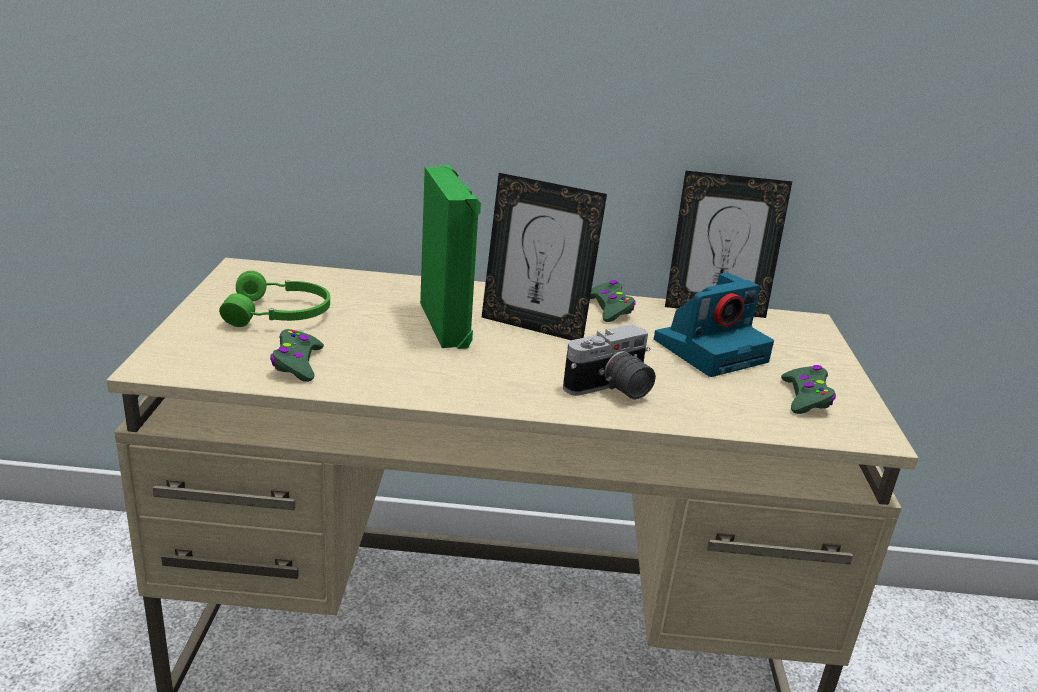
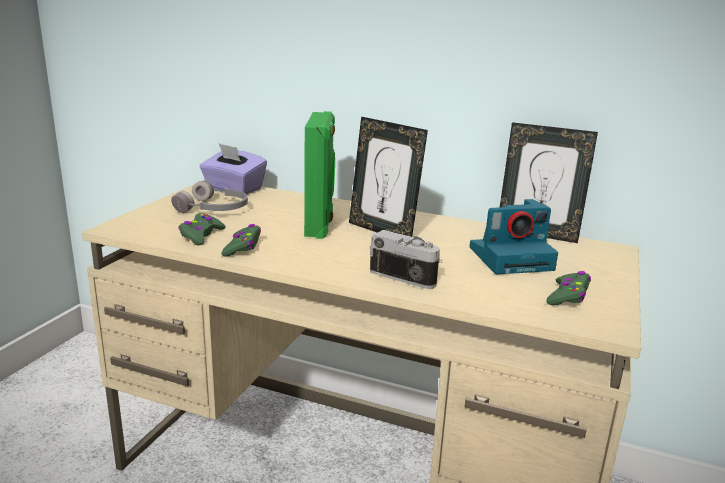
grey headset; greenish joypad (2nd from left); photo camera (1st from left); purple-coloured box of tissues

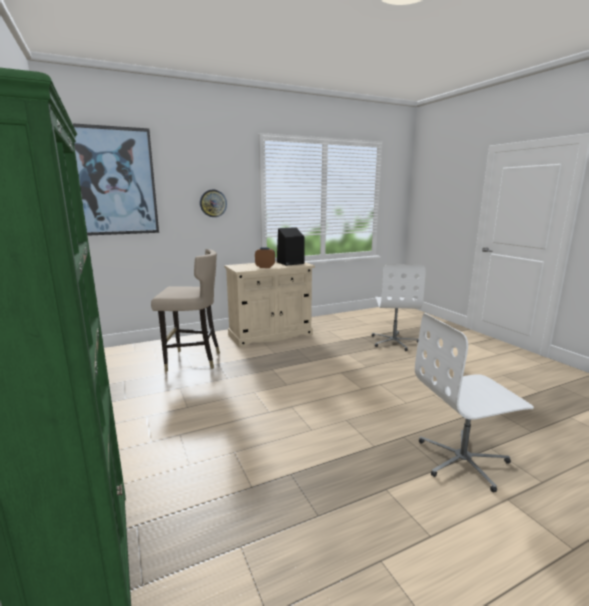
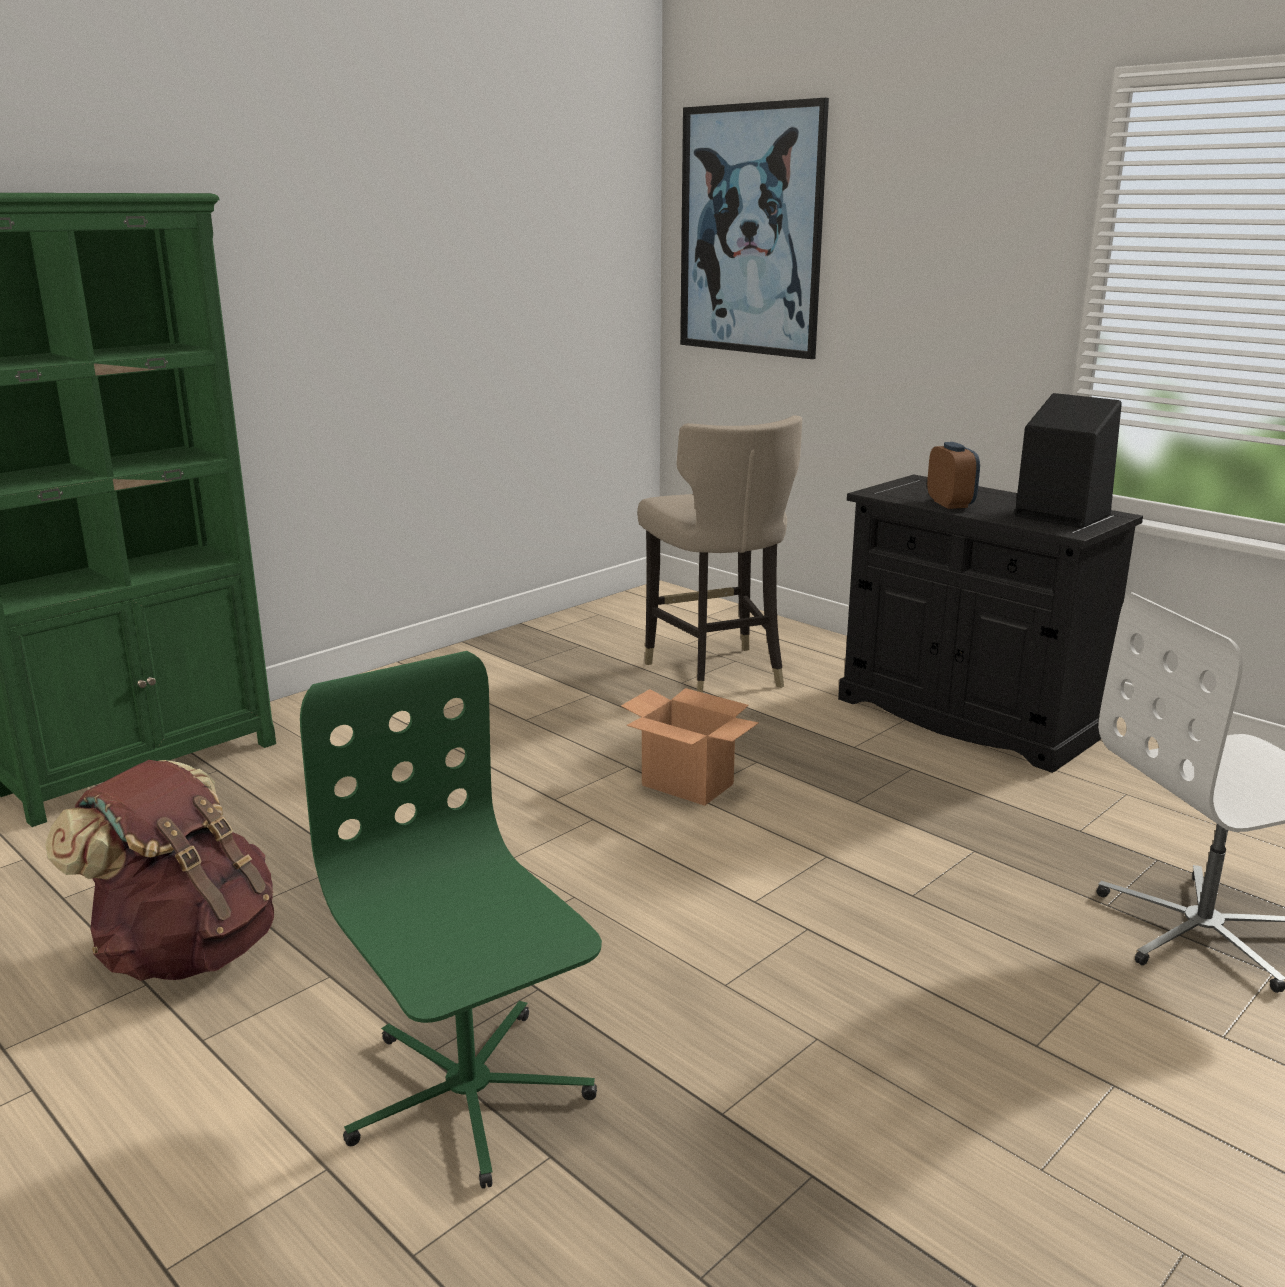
clock on the wall; blackish cabinet; greenish computer chair; cardboard box; brownish backpack

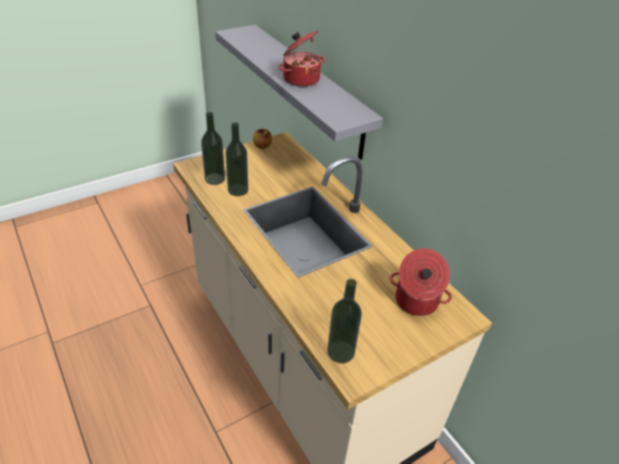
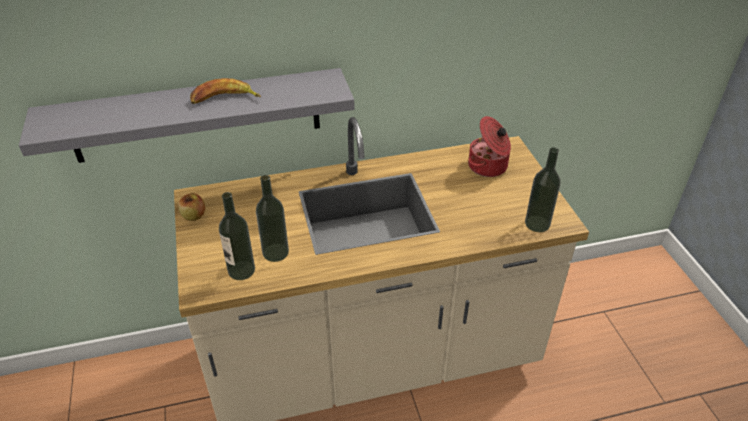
whole banana

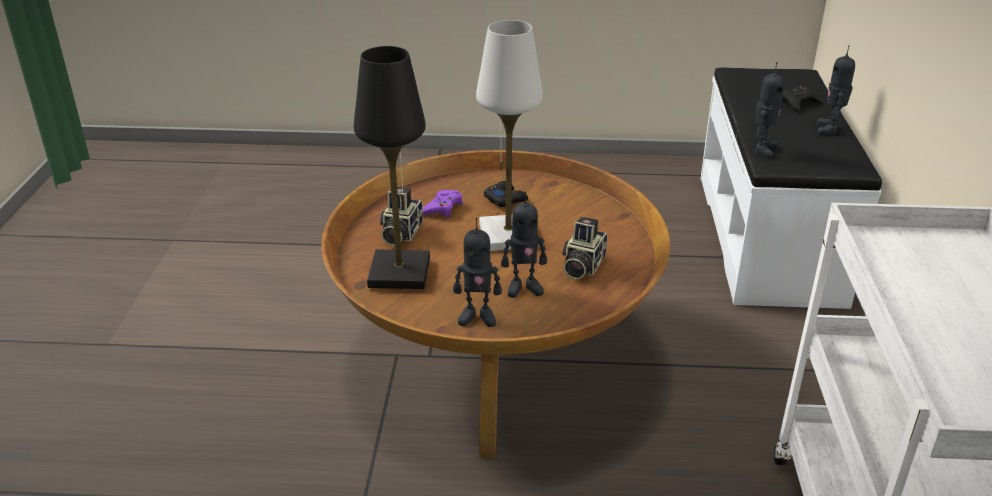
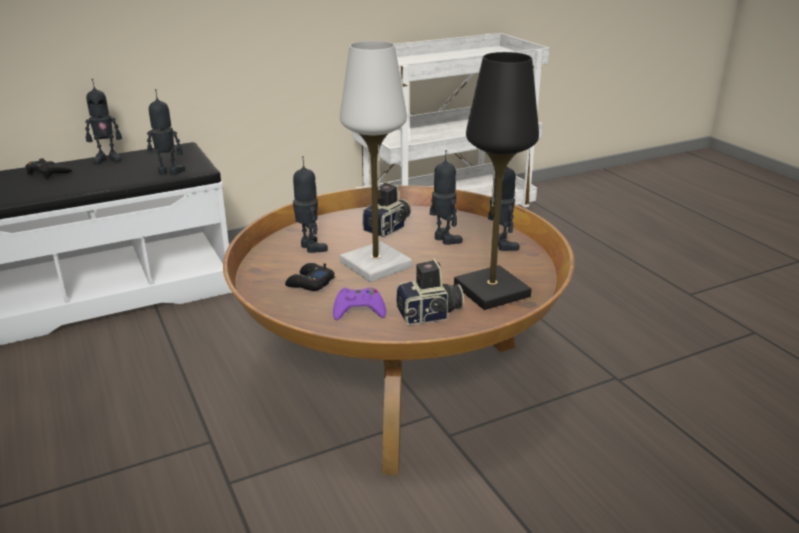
photo camera (1st from left); robot figure (3rd from left)

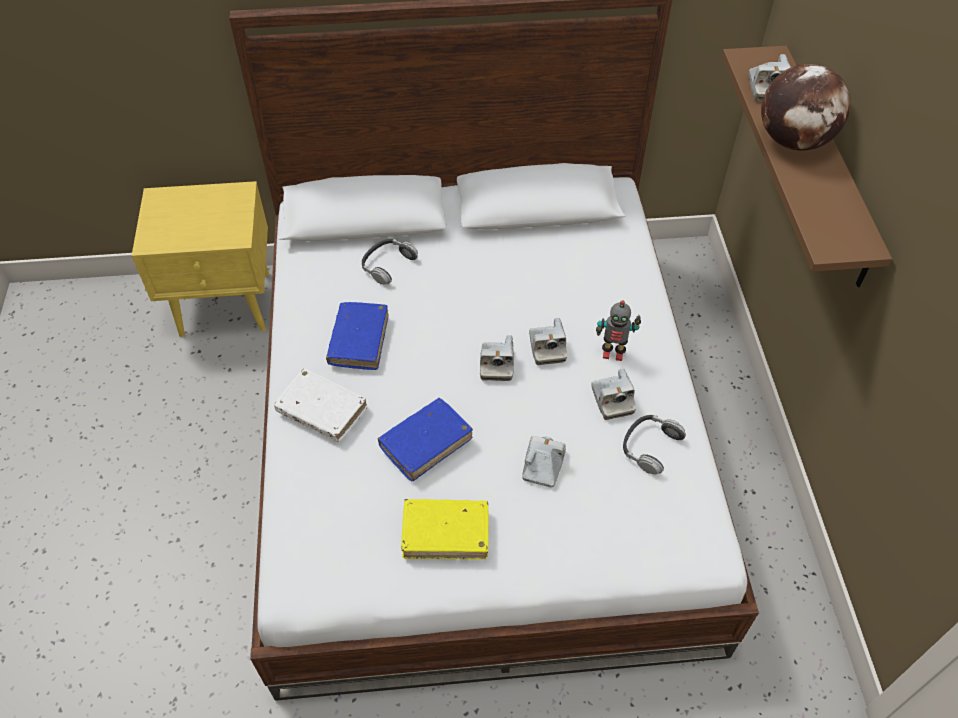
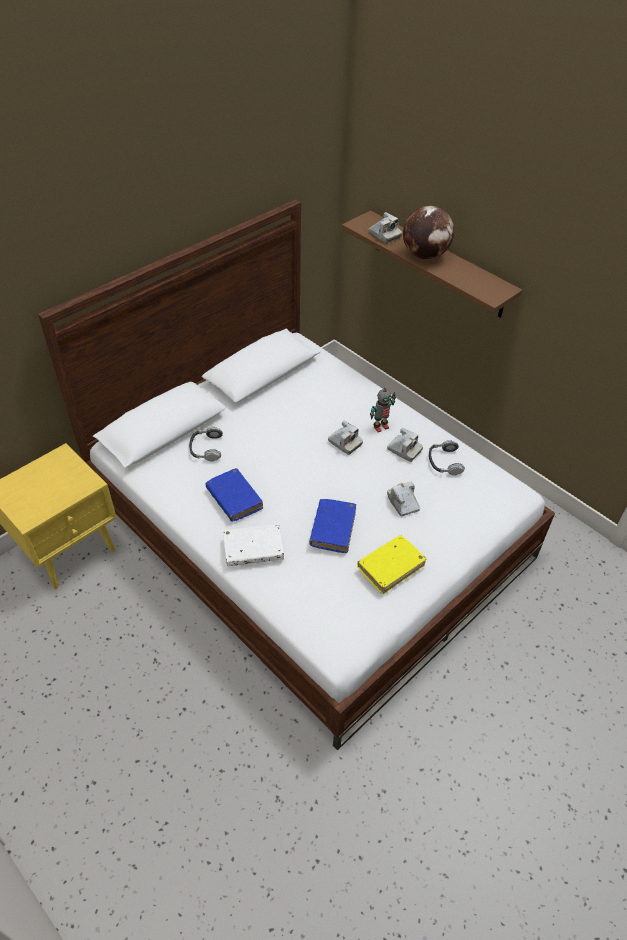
photo camera (1st from left in the first image)

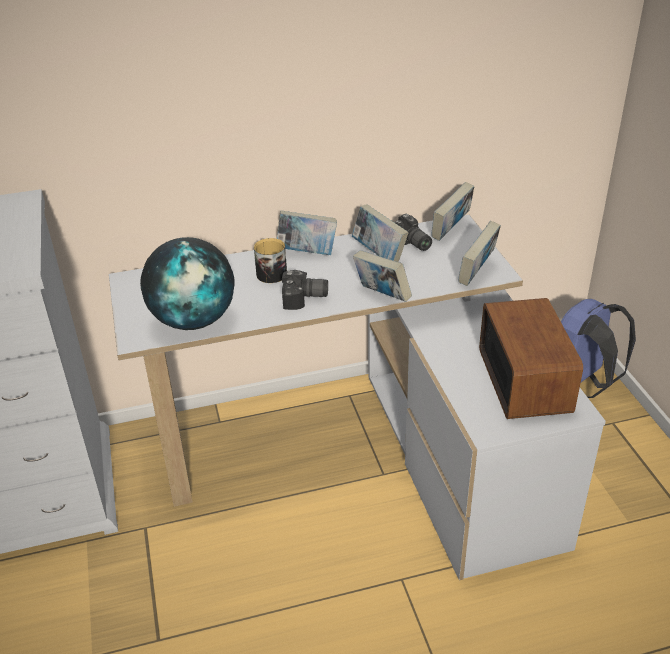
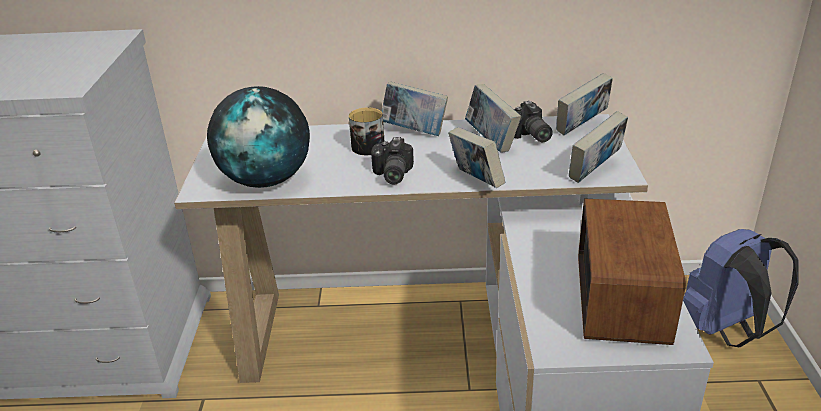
photo camera (1st from left)

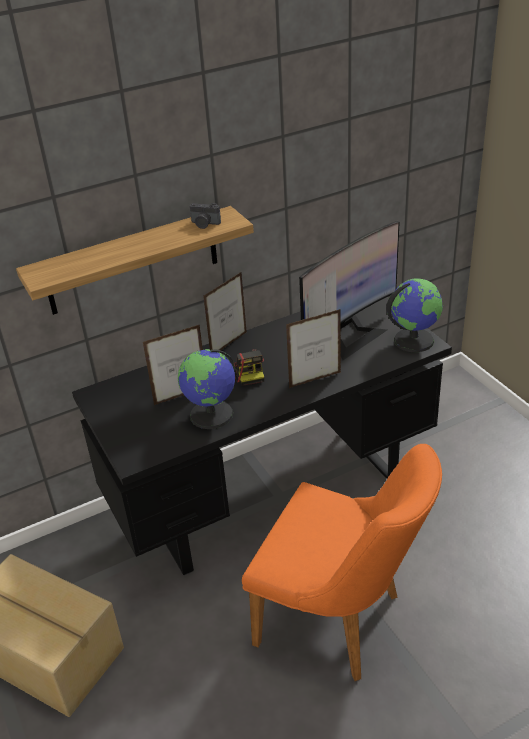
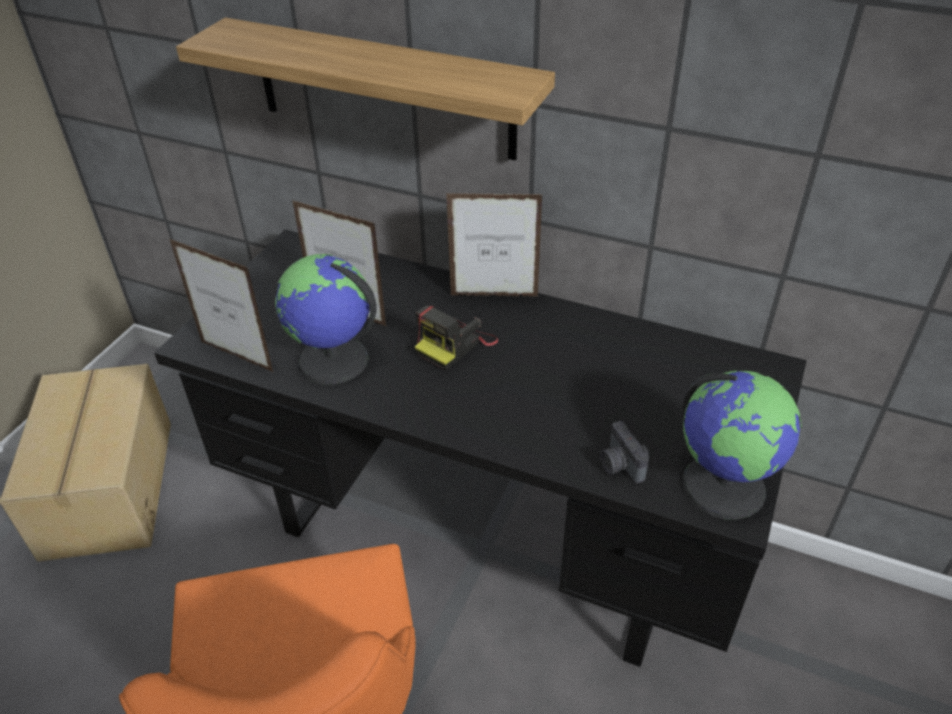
photo camera (2nd from left); computer screen; photo frame (1st from left)

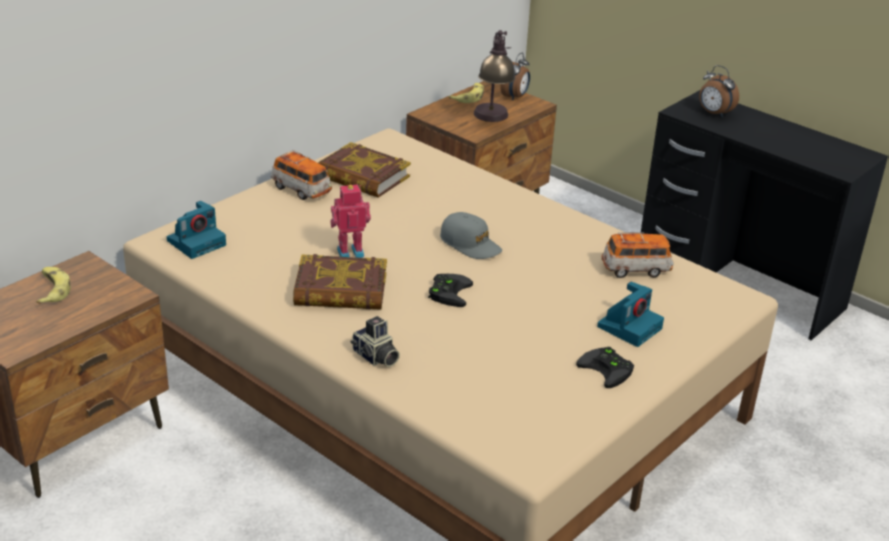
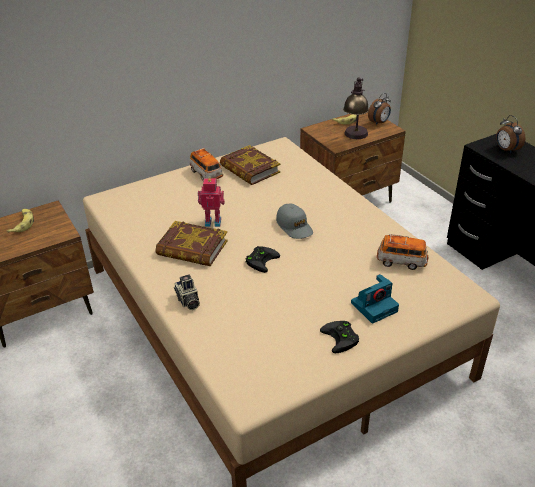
photo camera (1st from left in the first image)

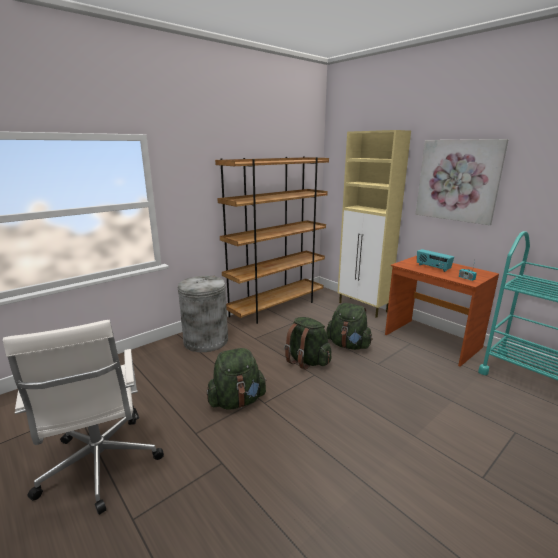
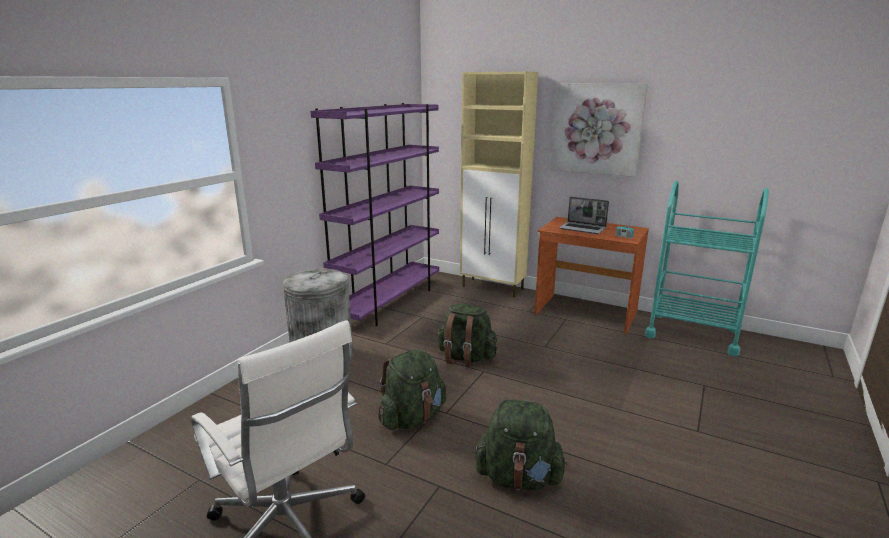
purple-coloured bookcase; laptop; greenish backpack (3rd from left)

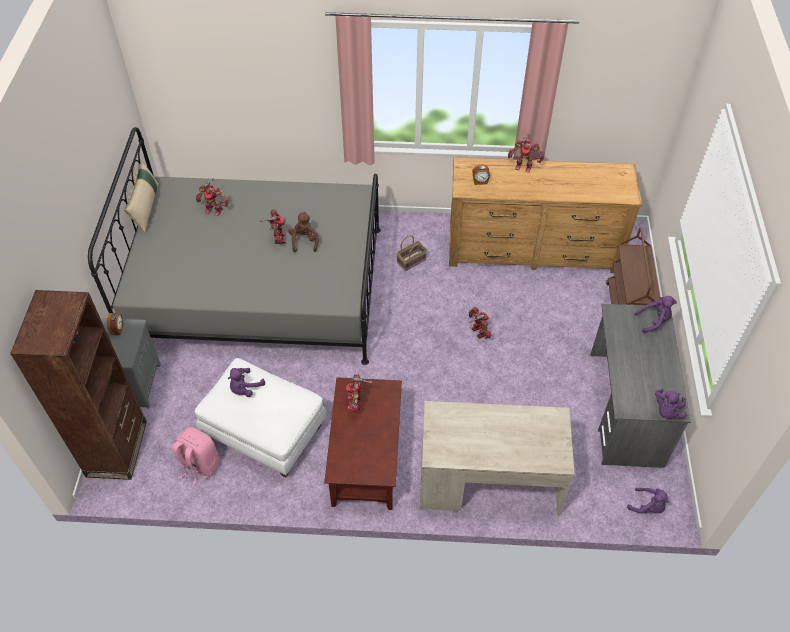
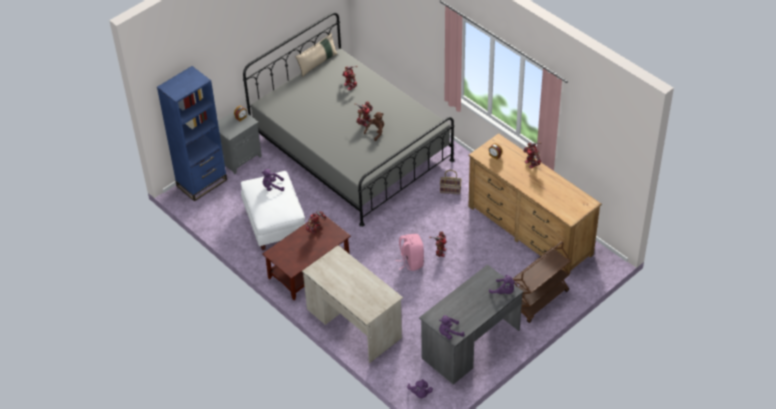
blue-coloured bookcase; pink backpack

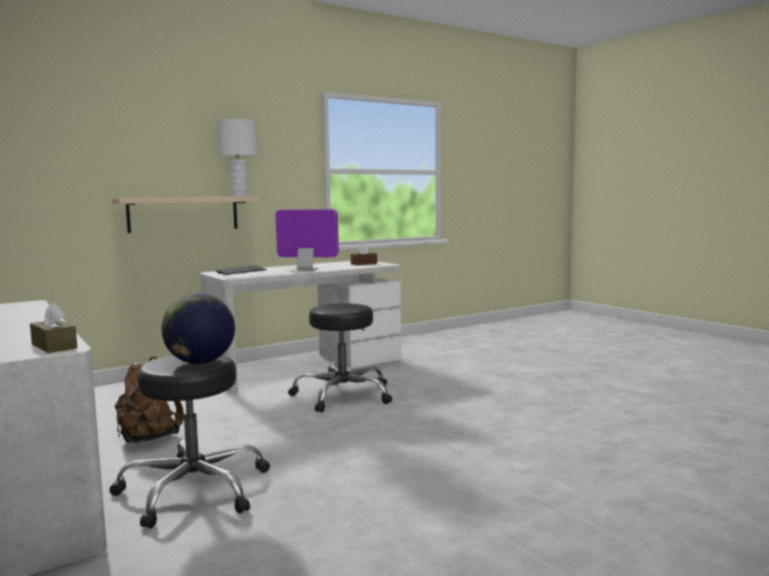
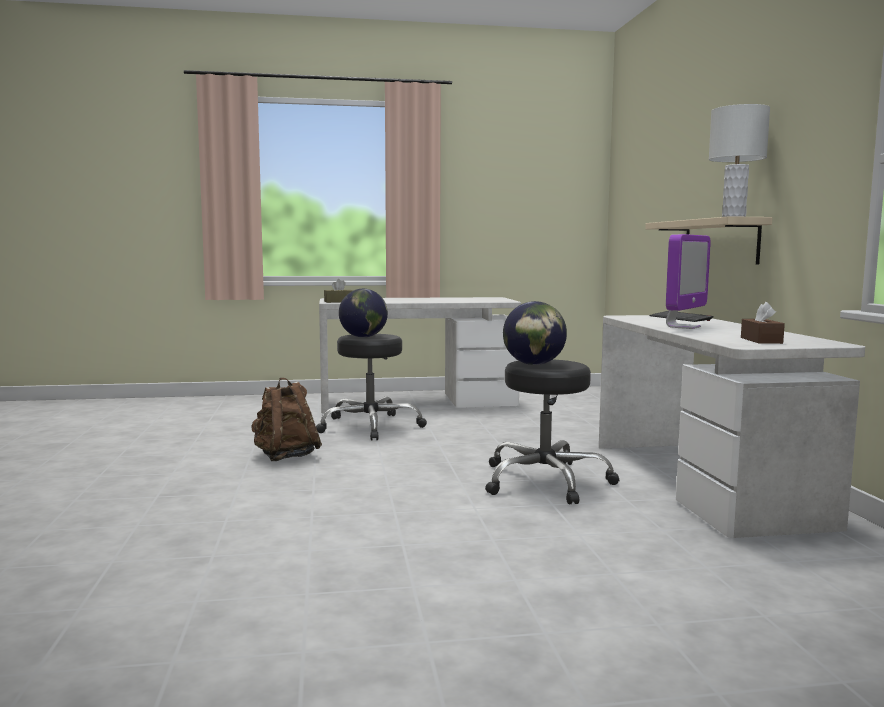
brownish backpack; world globe (2nd from left)

